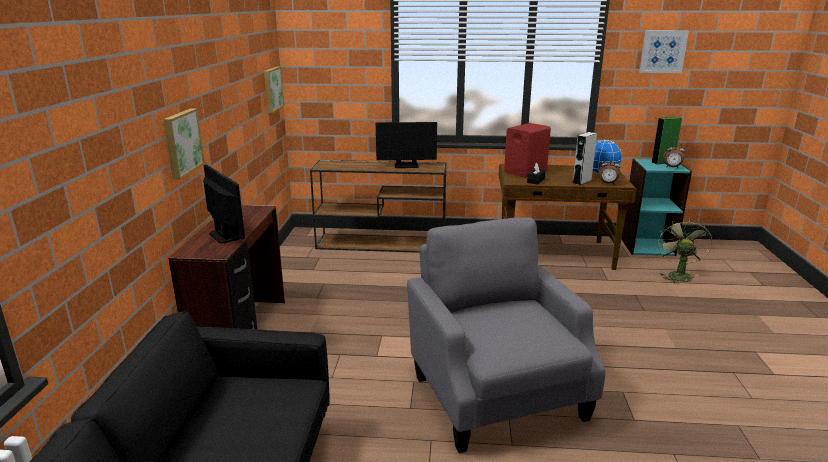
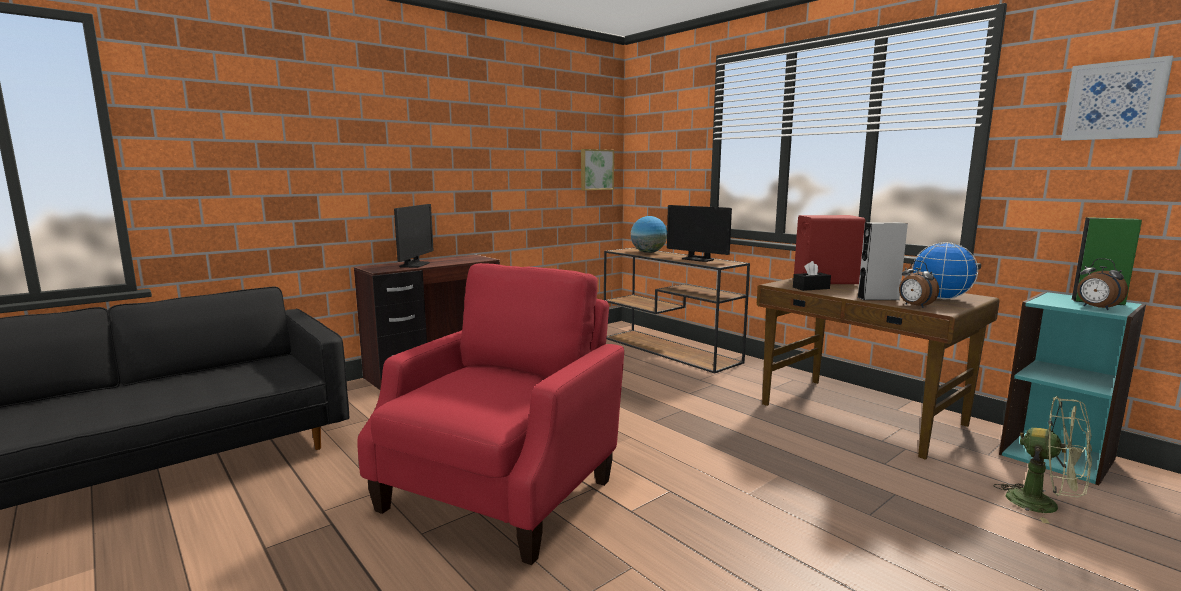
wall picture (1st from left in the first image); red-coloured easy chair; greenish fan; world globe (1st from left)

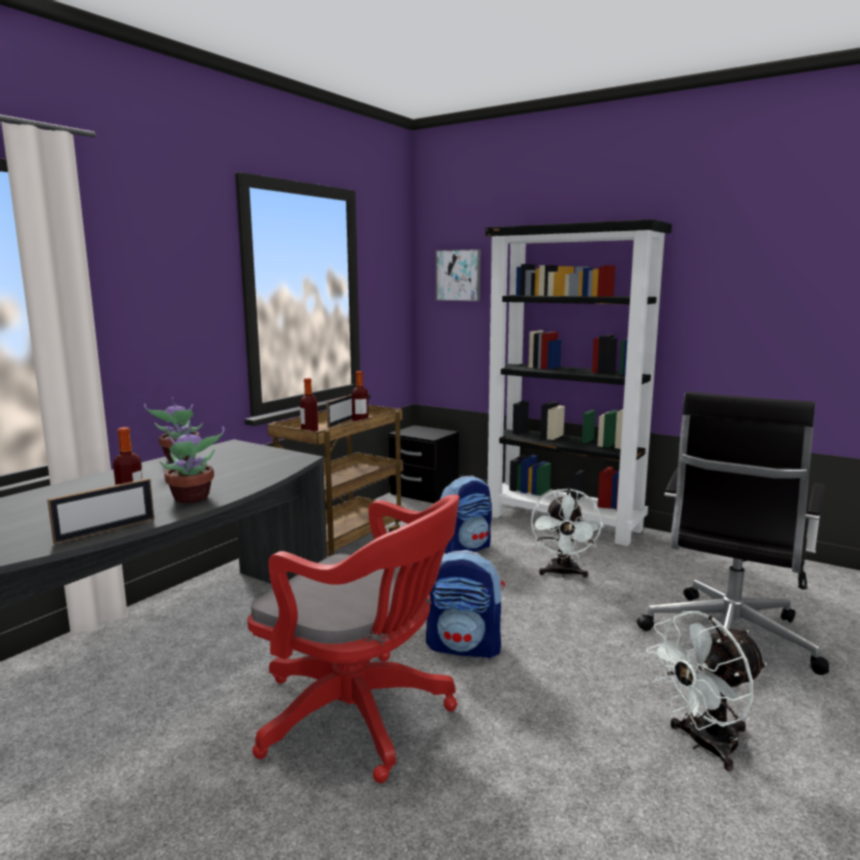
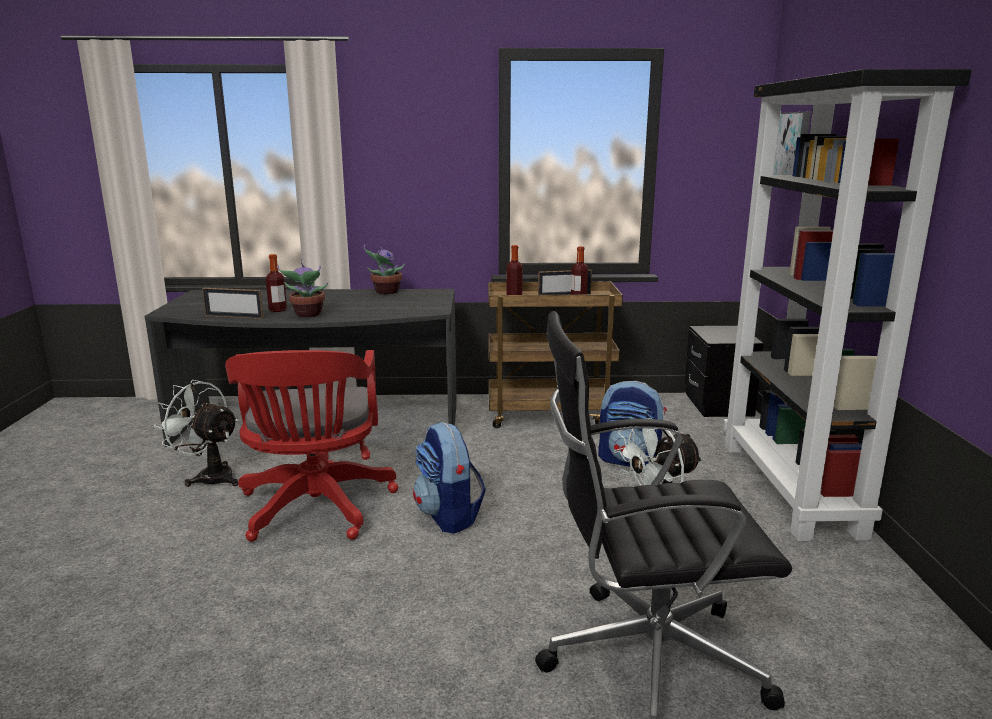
white fan (1st from left)

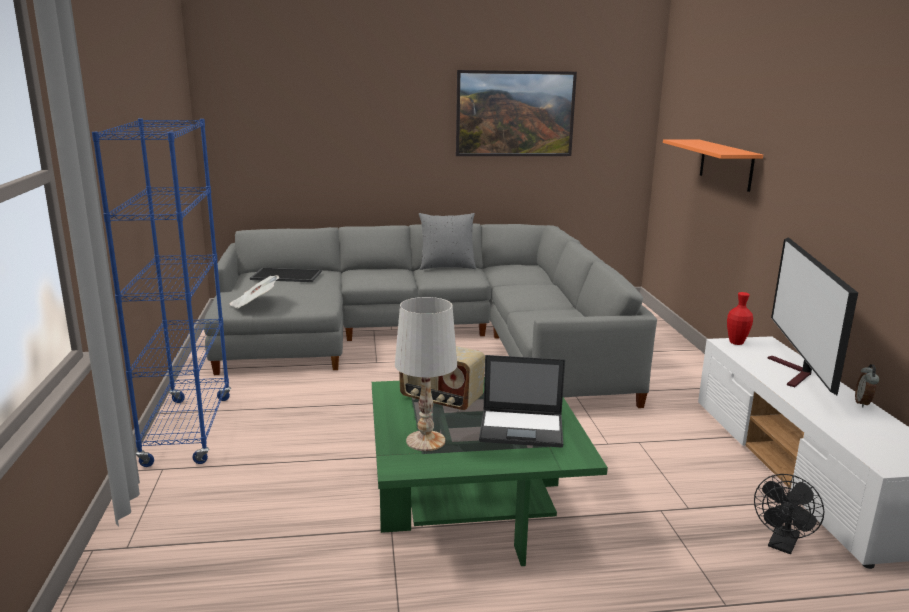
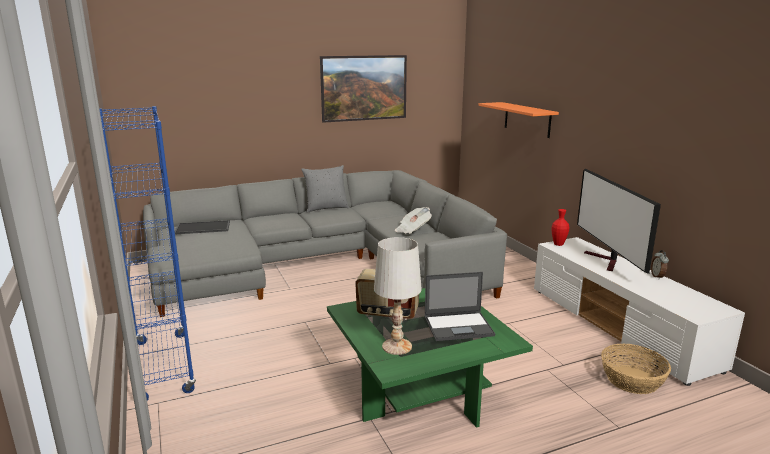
daily paper; household basket

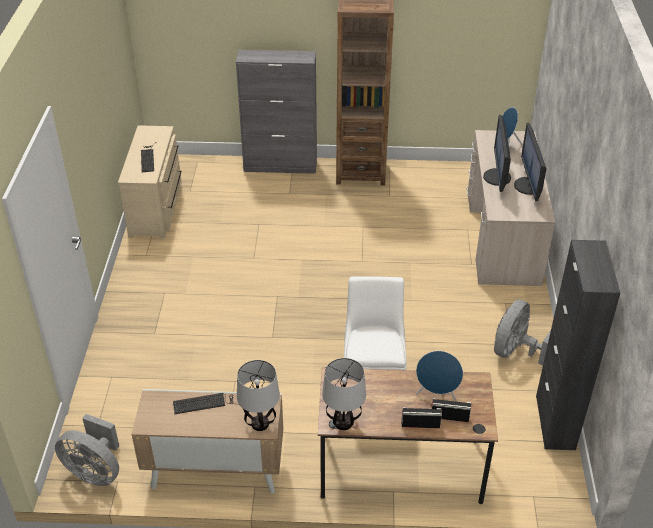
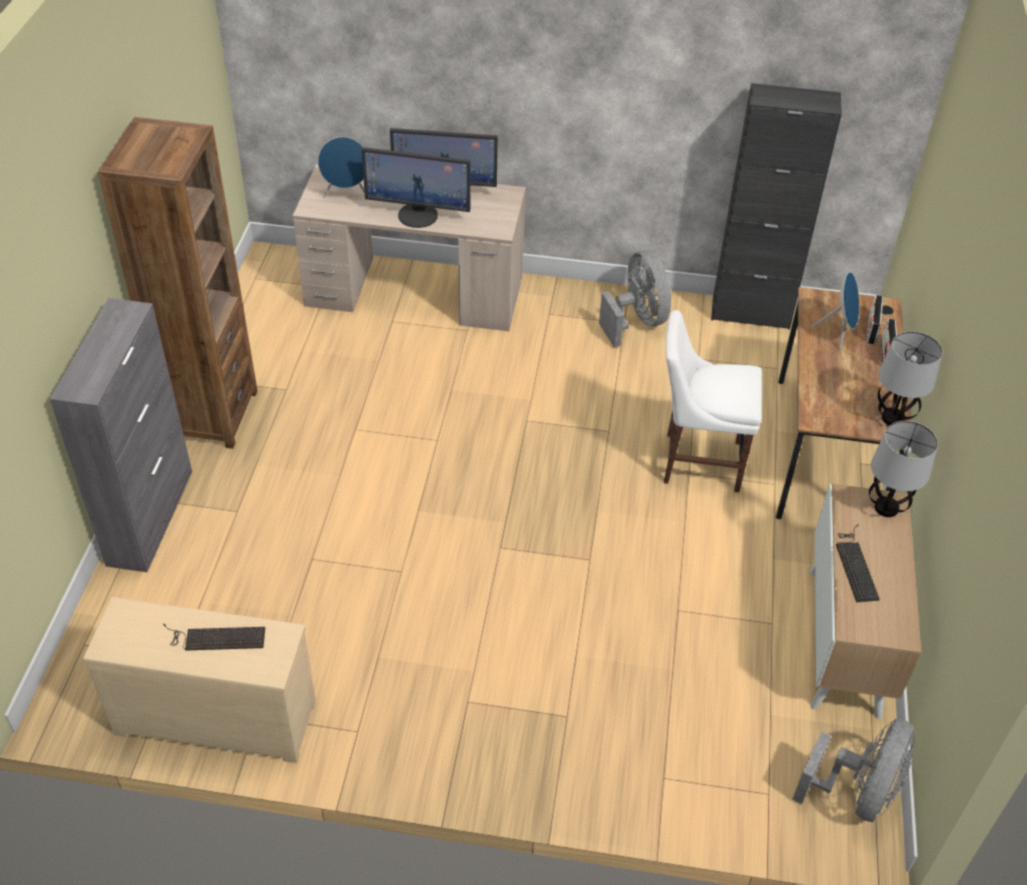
grey fan (1st from left)

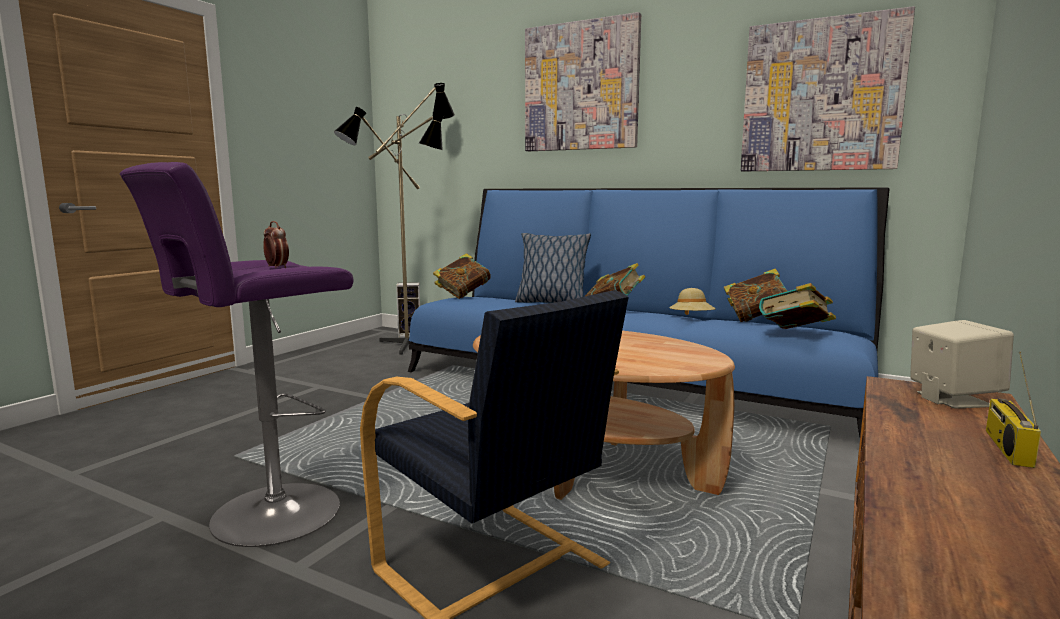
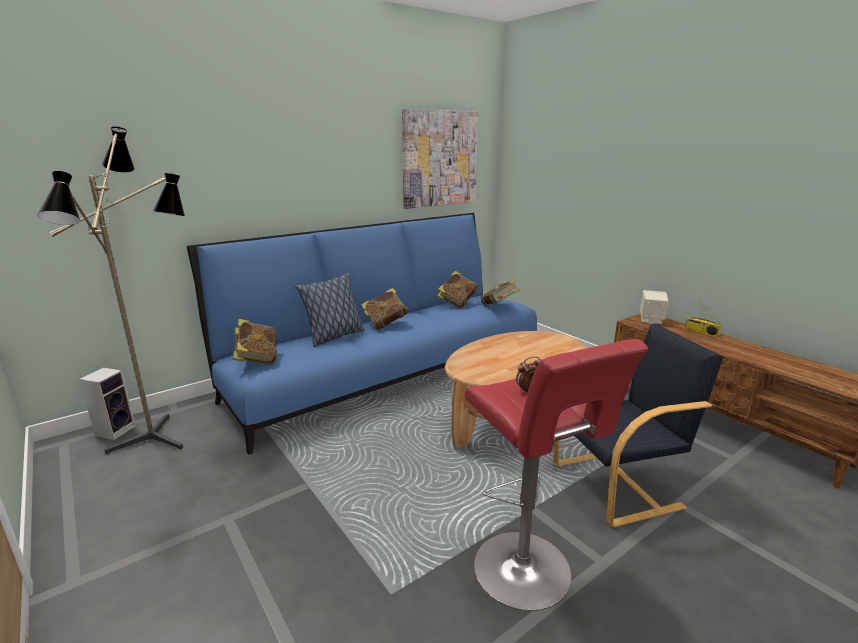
wall picture (1st from left in the first image); red-coloured stool; sand-coloured clothing hat

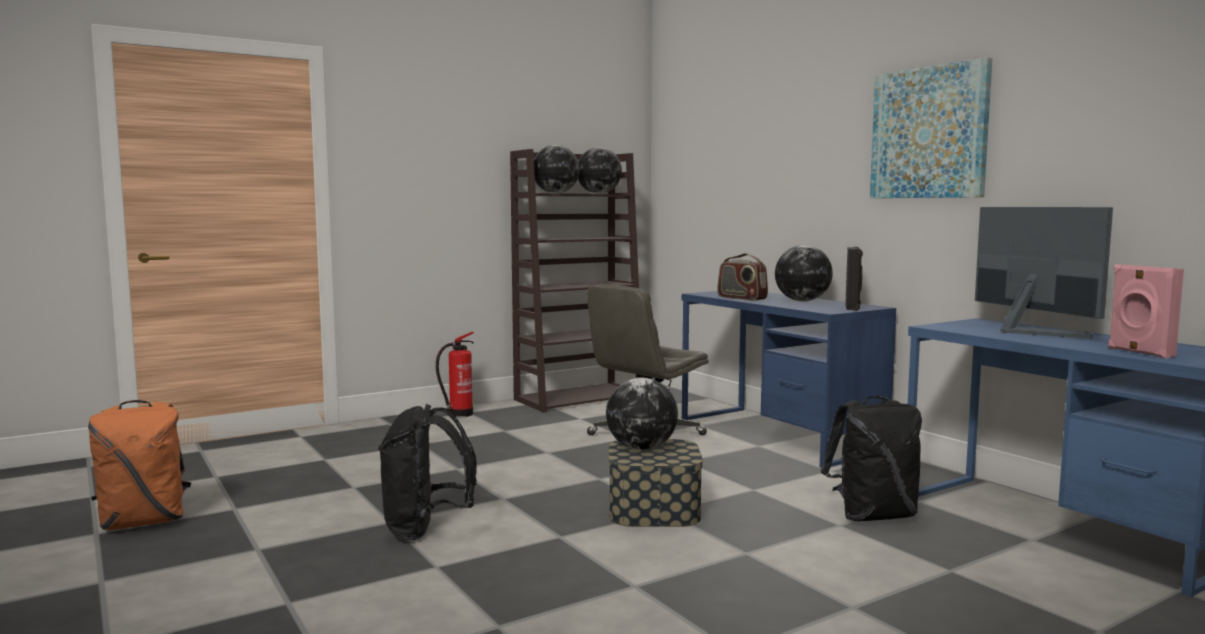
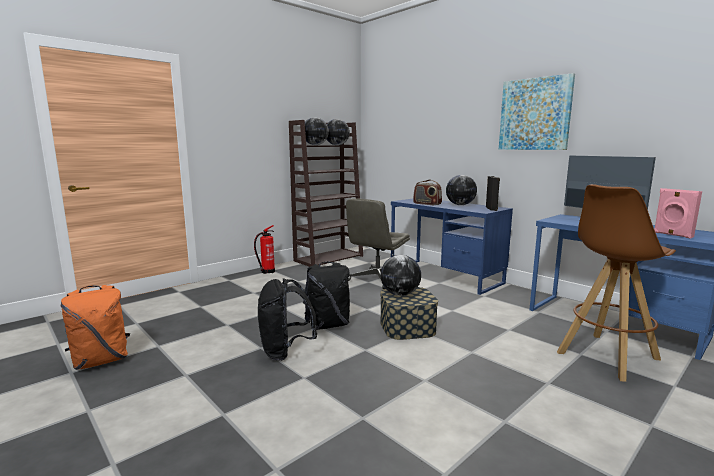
blackish backpack (2nd from left); brownish stool

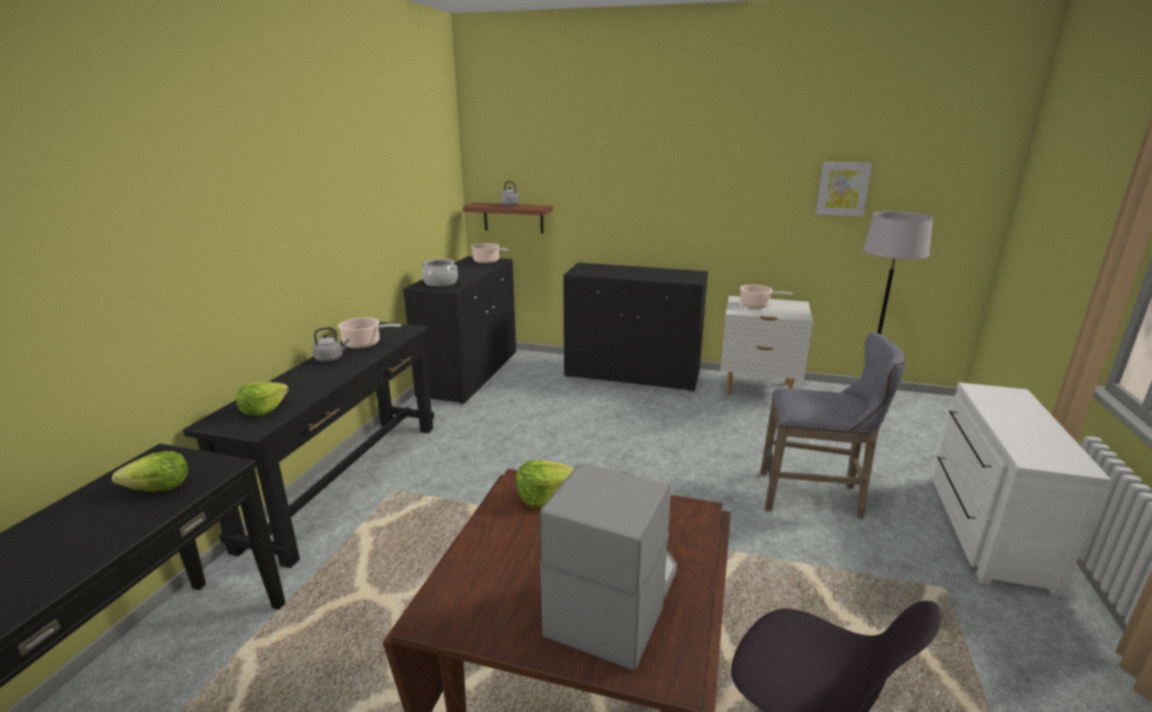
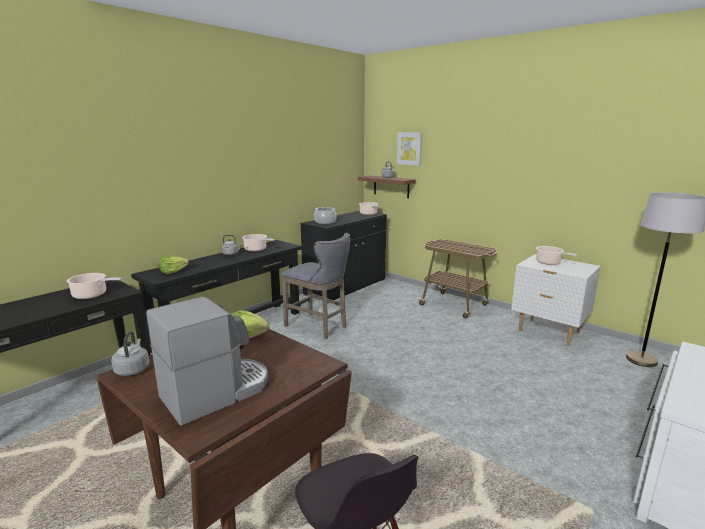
wall picture; trolley; grey stool; cooking pot (1st from left); grey water kettle (1st from left)

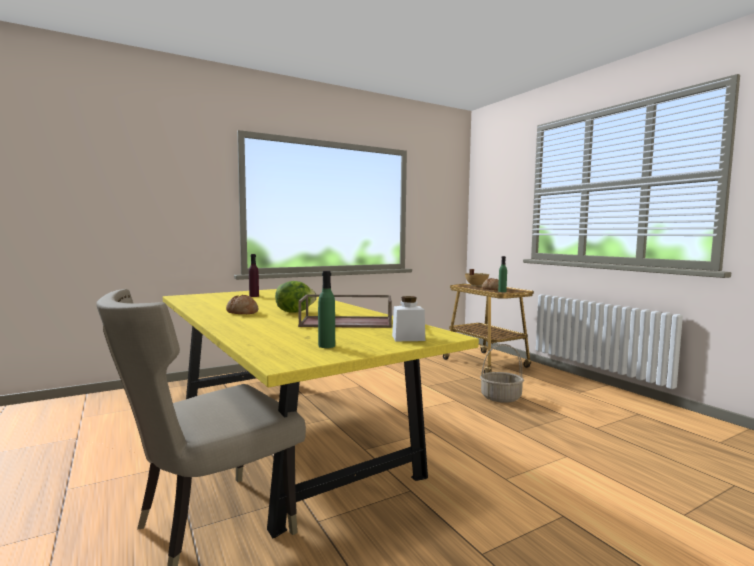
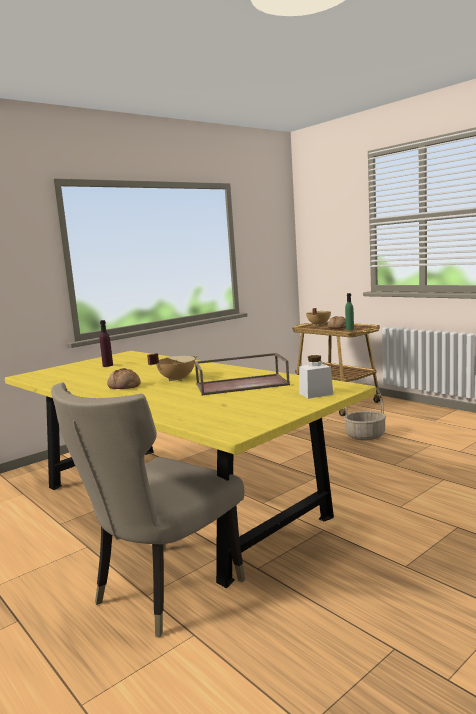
greenish bottle (1st from left in the first image); sand-coloured cooking pot (1st from left)

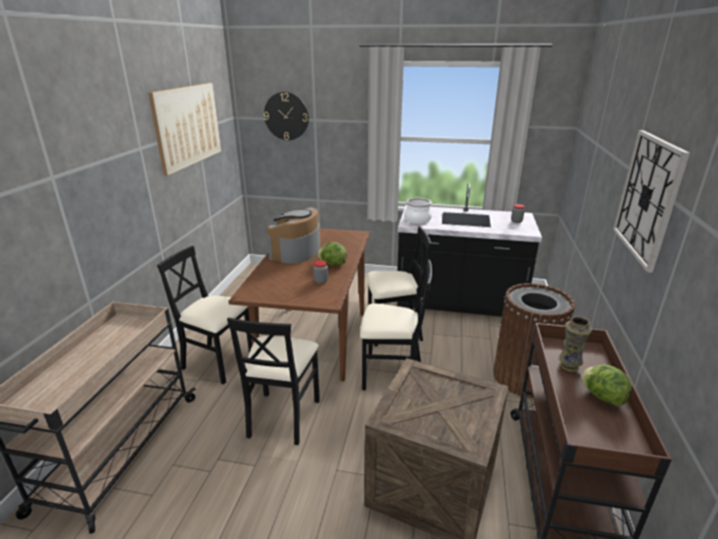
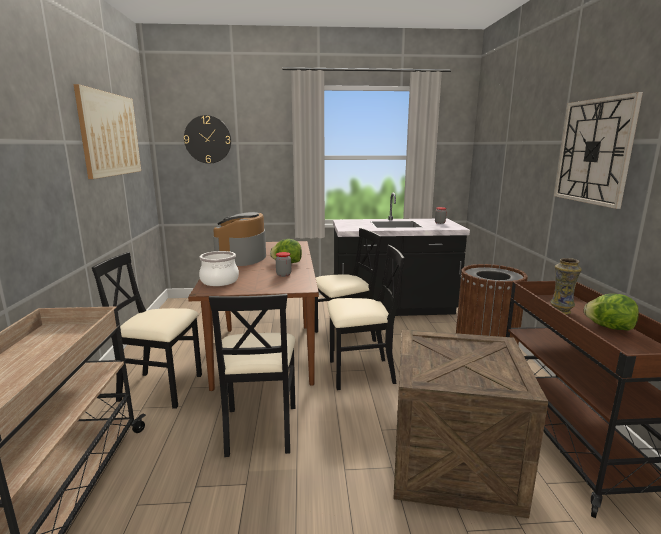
cooking pot

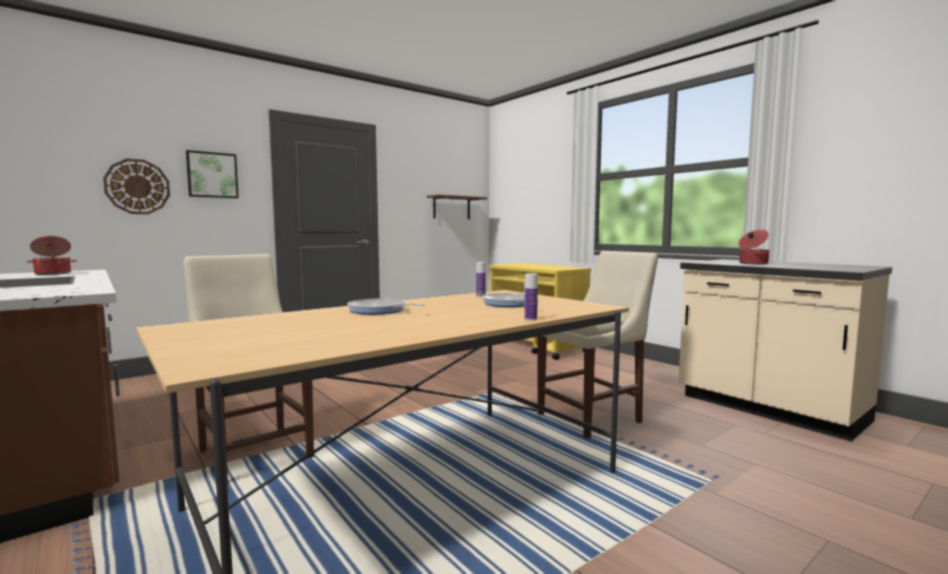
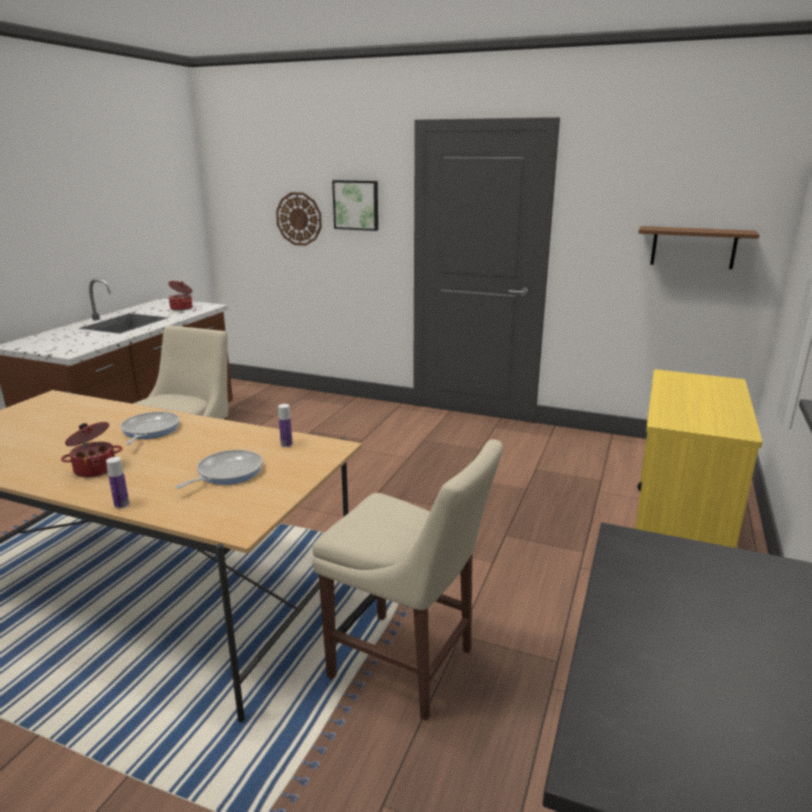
cooking pot (1st from left)

